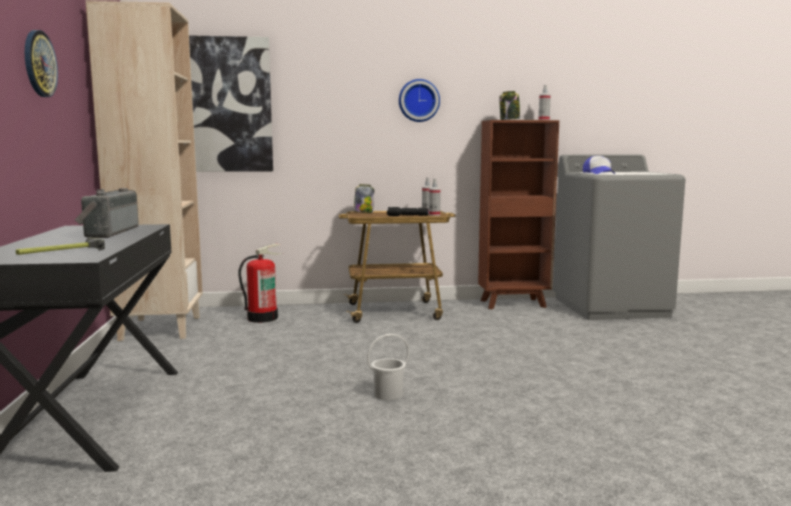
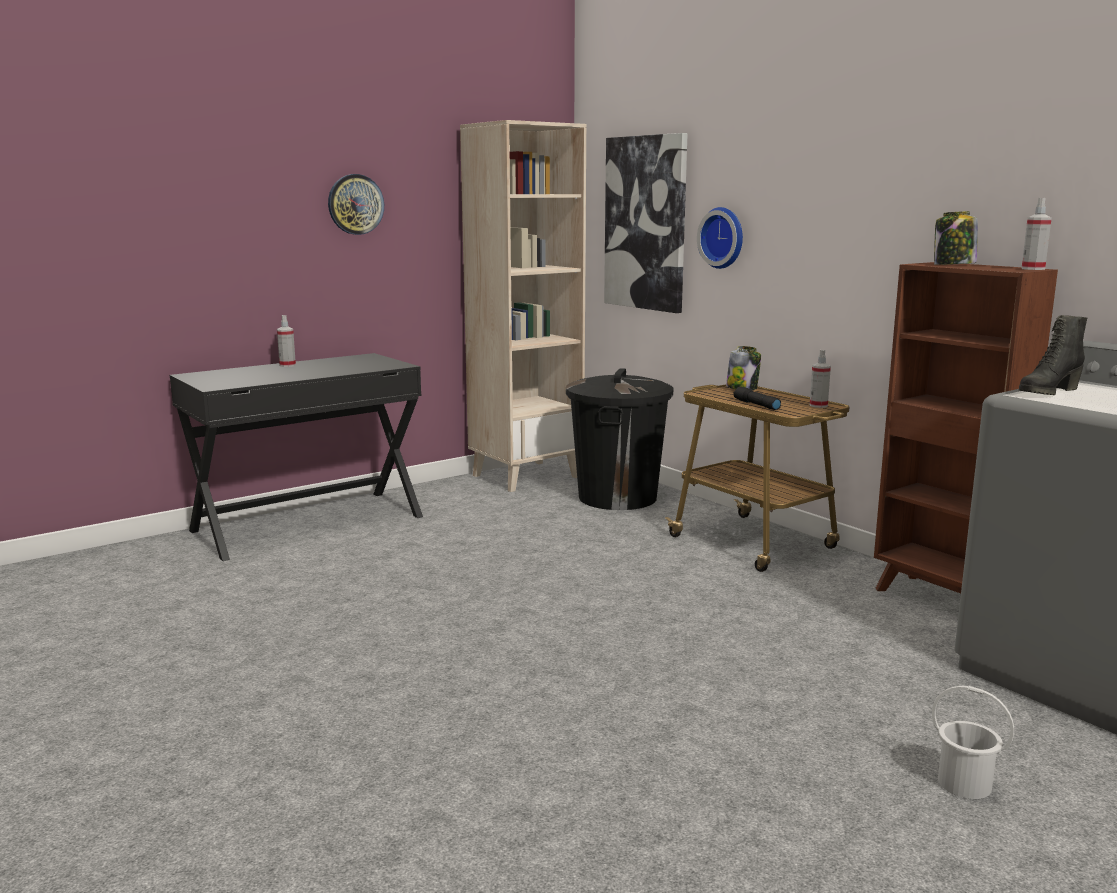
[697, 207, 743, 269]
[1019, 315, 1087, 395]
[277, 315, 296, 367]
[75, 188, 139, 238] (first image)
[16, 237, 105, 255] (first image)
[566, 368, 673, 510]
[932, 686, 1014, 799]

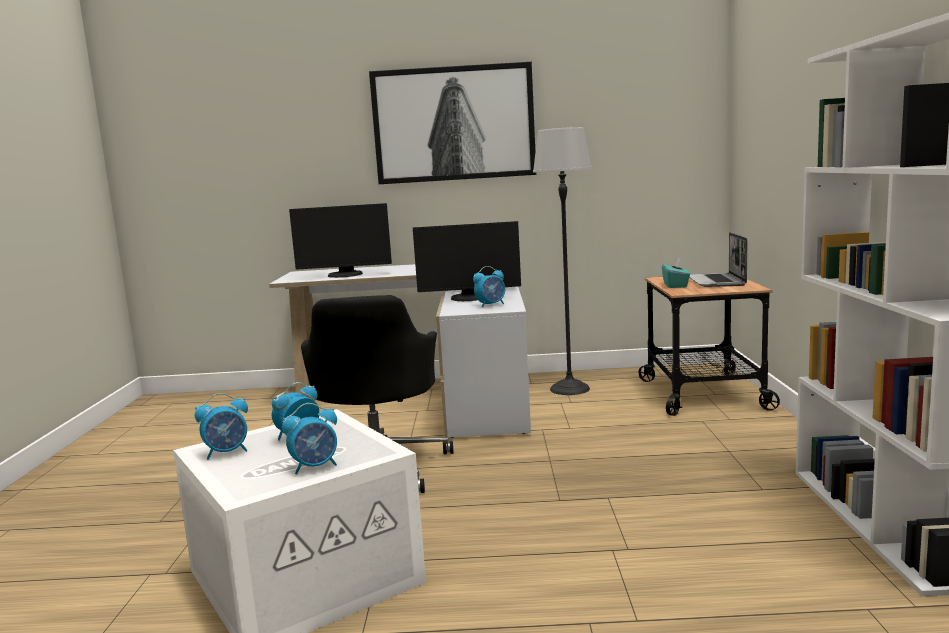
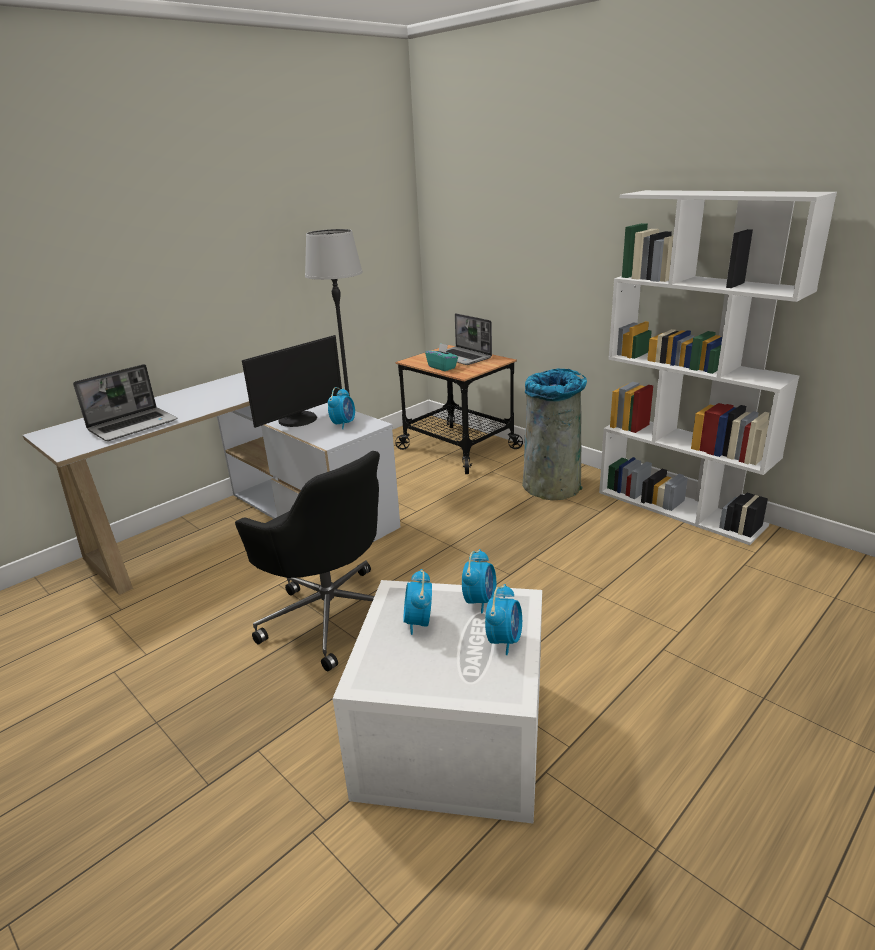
[369, 62, 536, 184] (first image)
[73, 364, 177, 441]
[462, 549, 496, 614]
[522, 368, 587, 500]

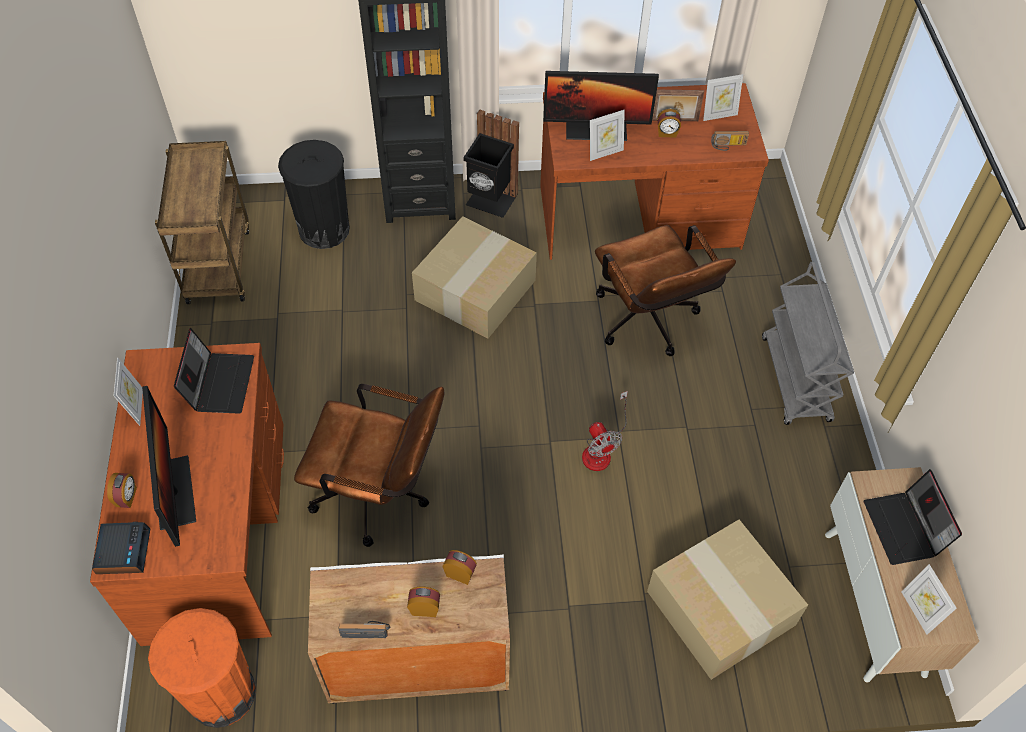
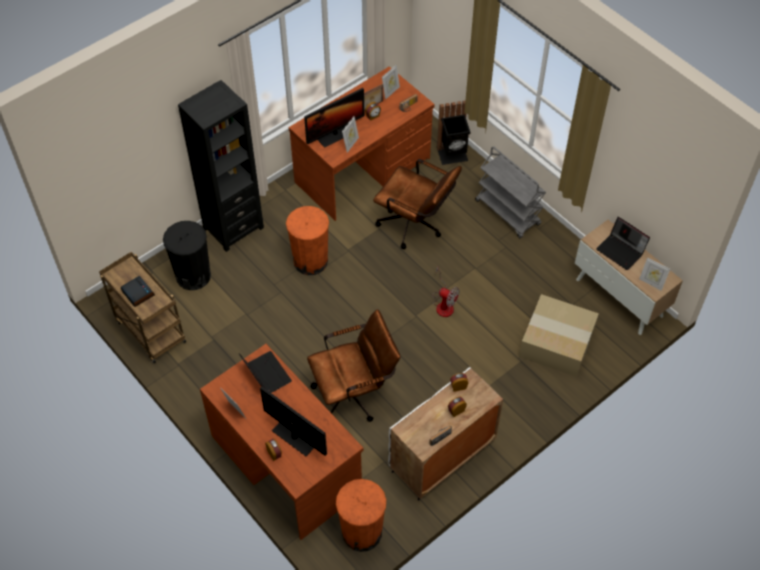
[437, 101, 471, 165]
[286, 206, 329, 275]
[121, 276, 155, 307]

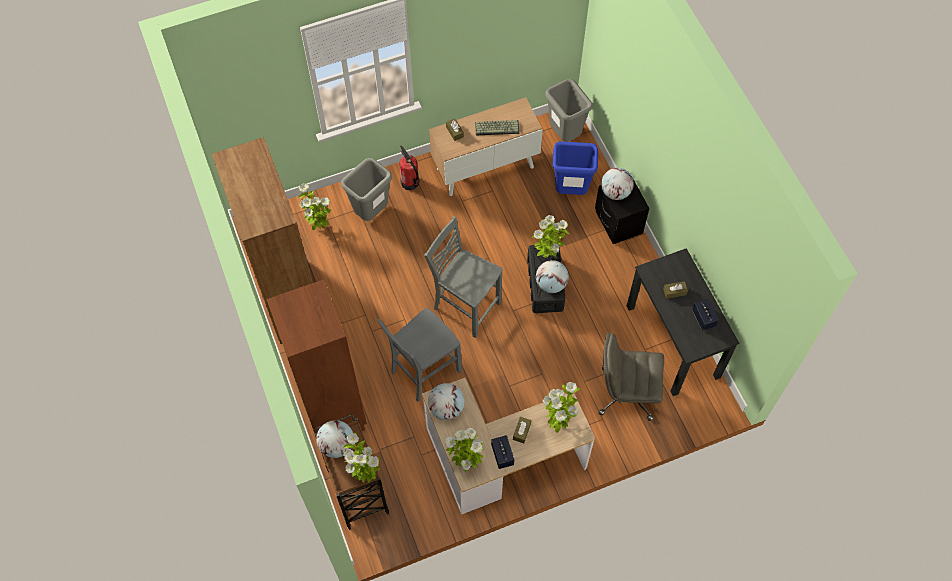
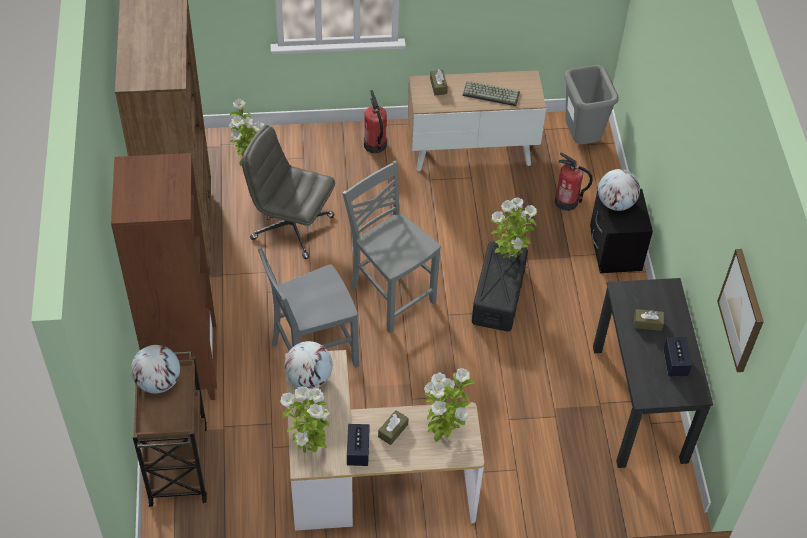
[555, 152, 593, 211]
[341, 158, 392, 221] (first image)
[536, 260, 569, 293] (first image)
[242, 125, 335, 259]
[343, 433, 380, 483] (first image)
[717, 249, 764, 372]

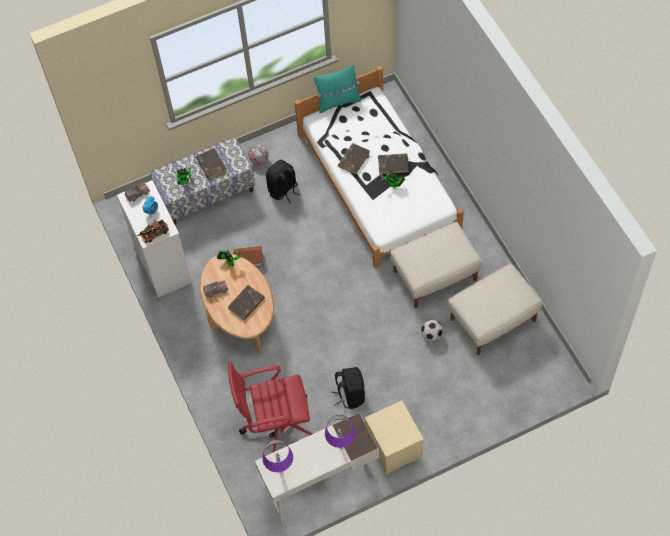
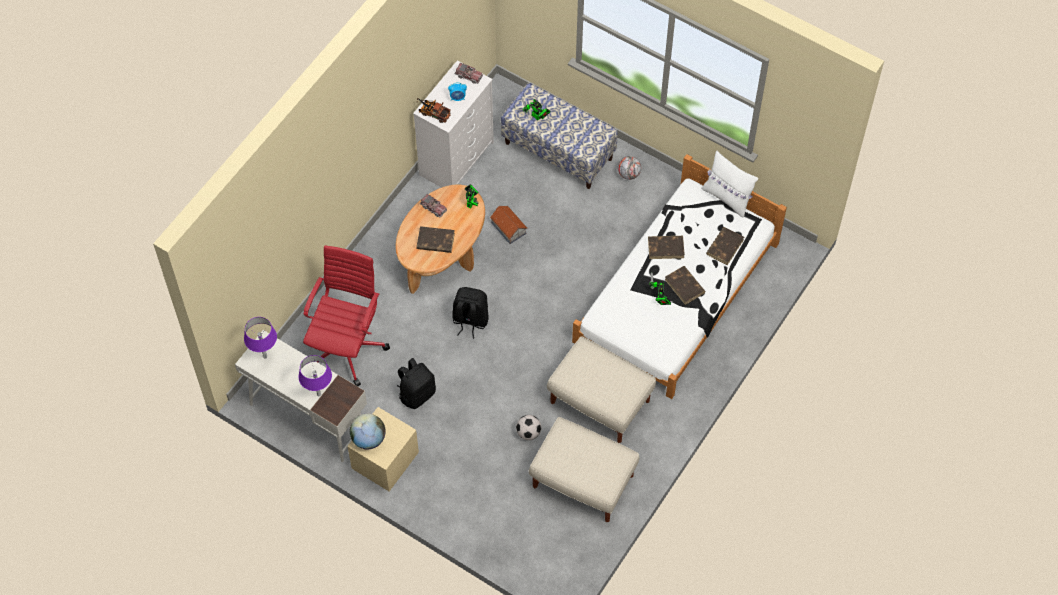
[701, 151, 758, 217]
[706, 227, 744, 265]
[452, 287, 489, 339]
[303, 246, 390, 386]
[350, 414, 386, 449]

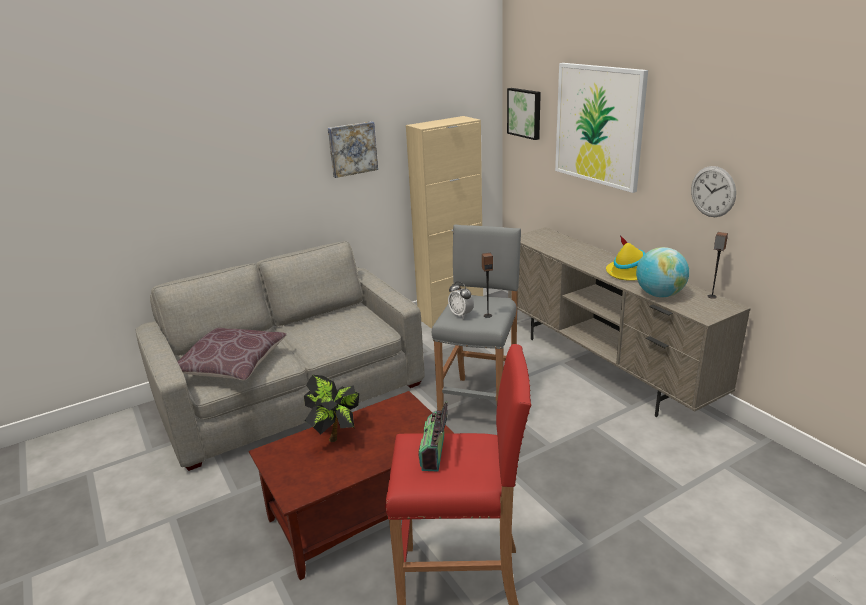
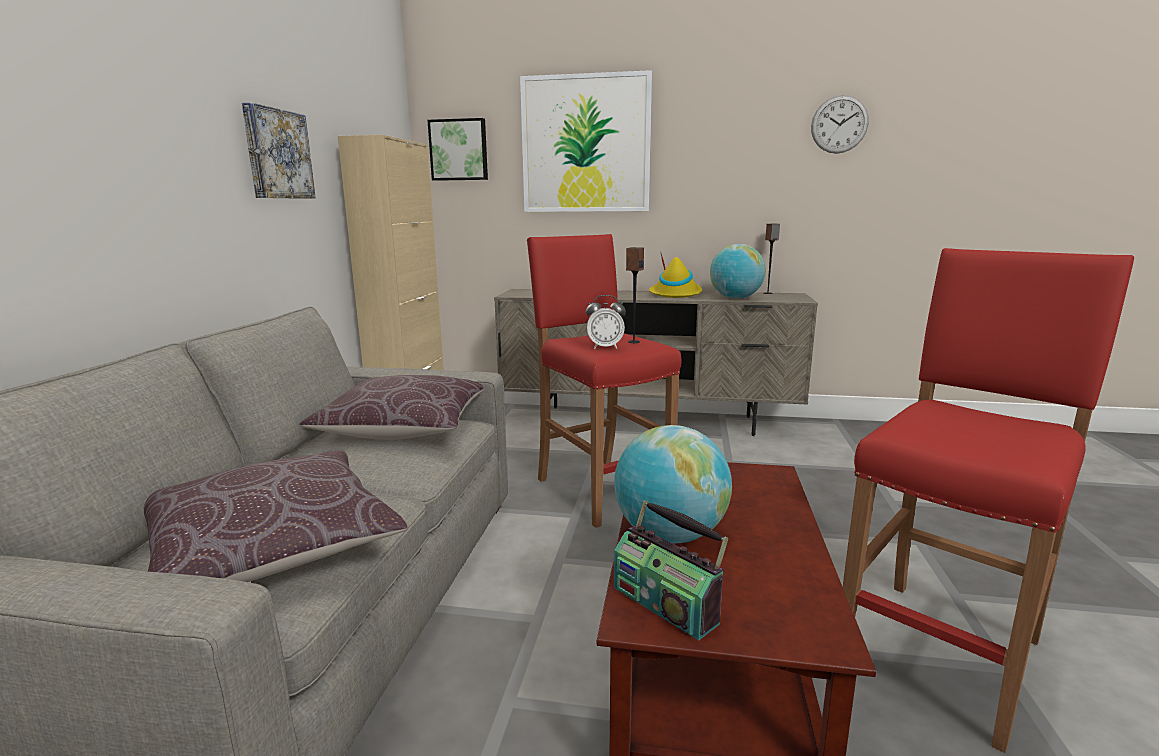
[811, 95, 869, 154]
[527, 234, 682, 528]
[614, 425, 732, 543]
[614, 500, 728, 640]
[300, 375, 484, 440]

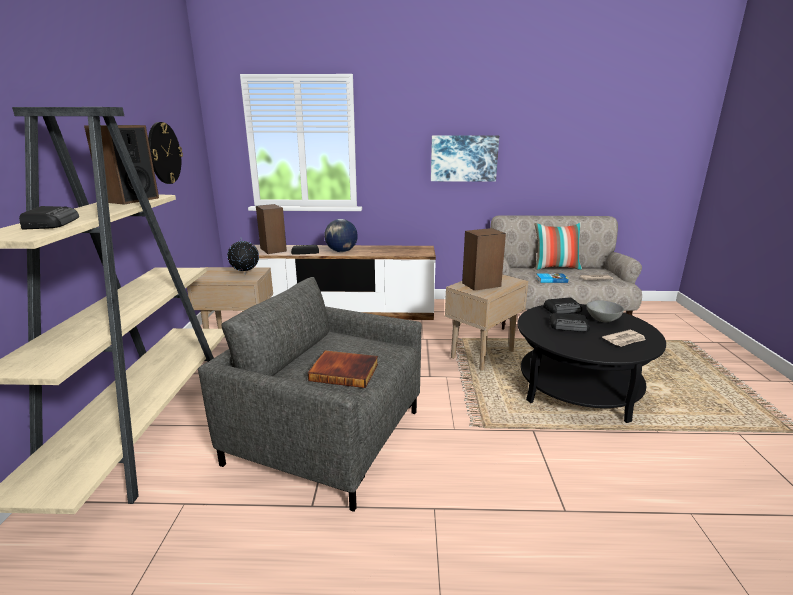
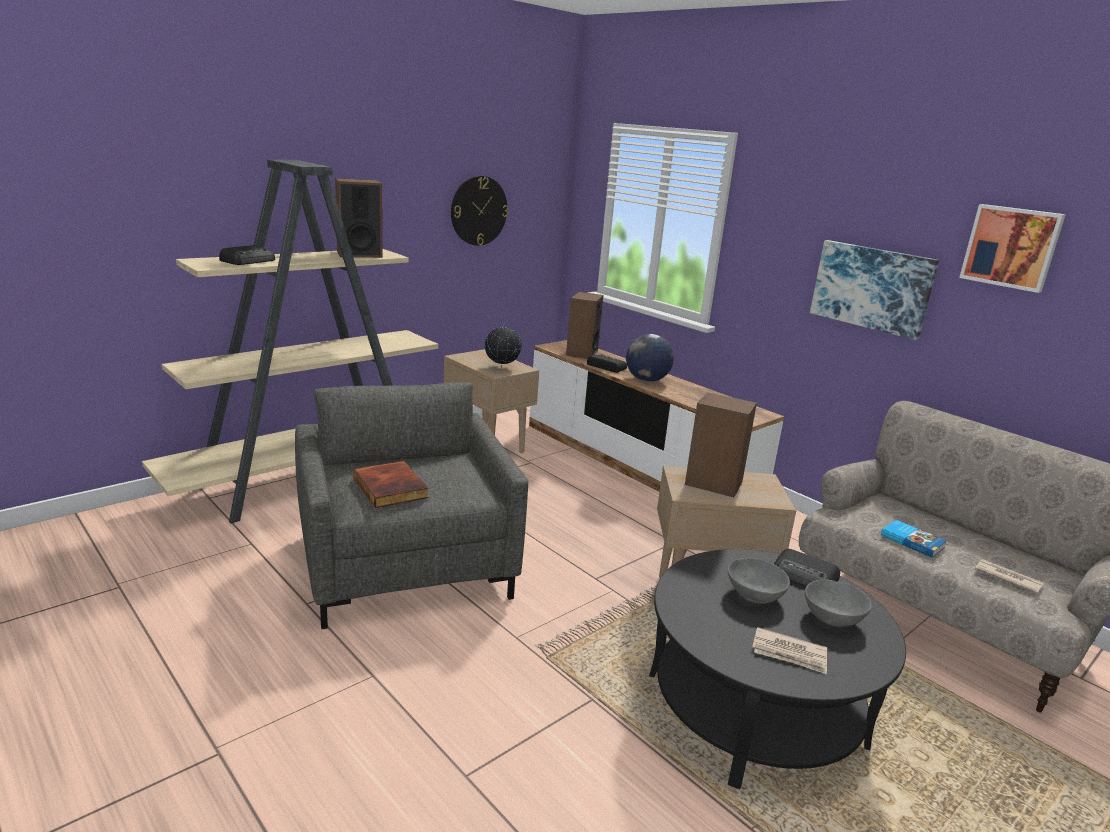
[534, 222, 582, 270] (first image)
[728, 558, 790, 604]
[959, 204, 1066, 293]

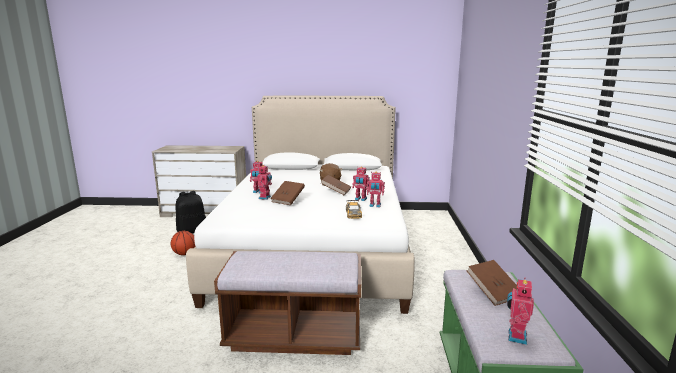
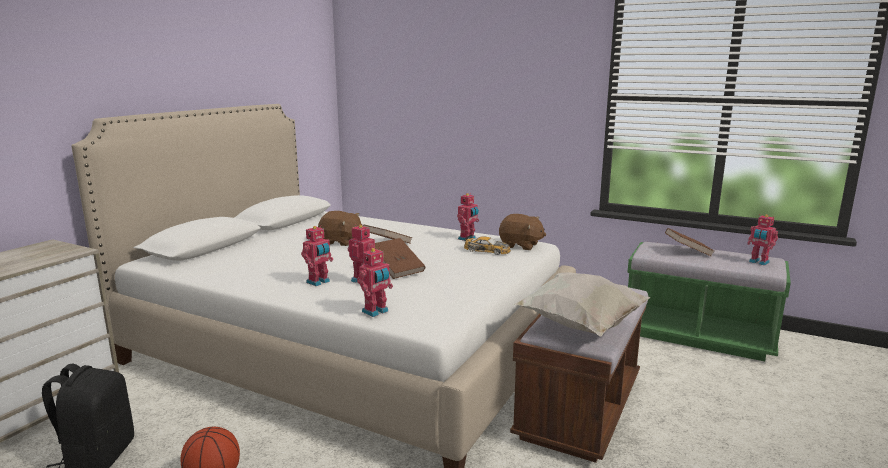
[357, 248, 393, 317]
[499, 214, 546, 250]
[512, 272, 651, 336]

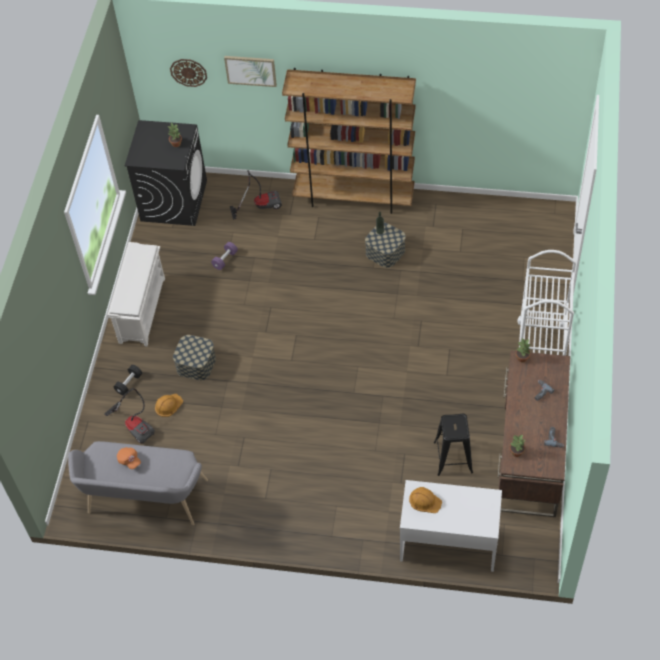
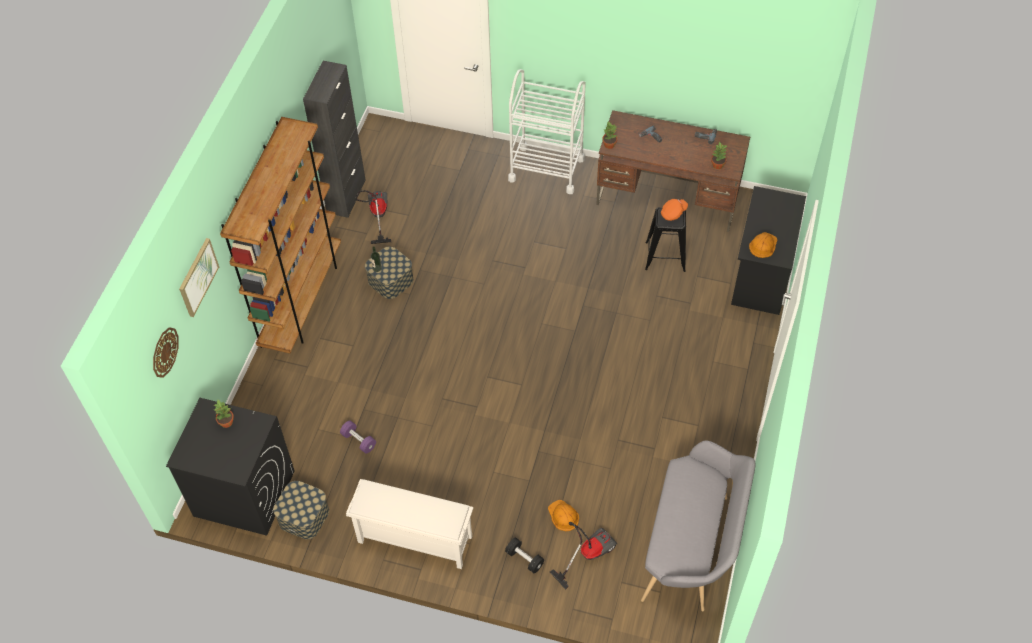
[355, 190, 391, 244]
[273, 481, 329, 539]
[661, 199, 688, 221]
[731, 186, 806, 315]
[303, 61, 366, 218]

